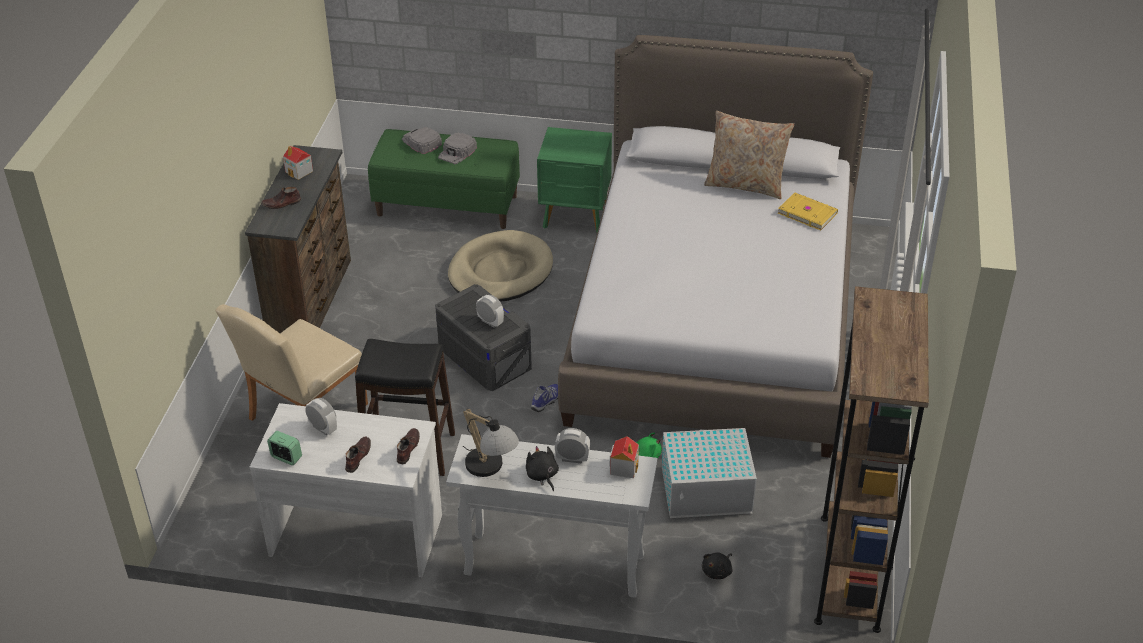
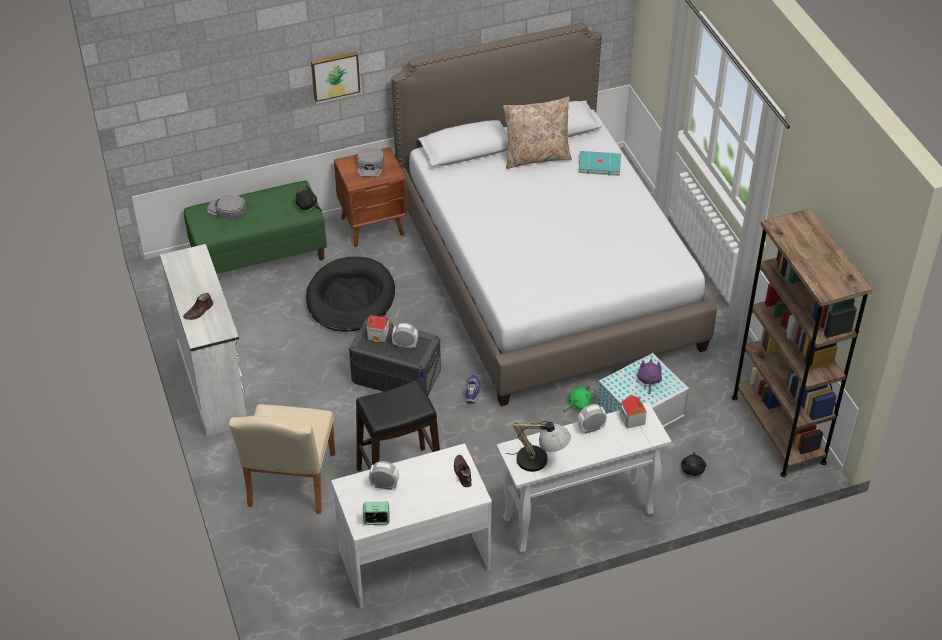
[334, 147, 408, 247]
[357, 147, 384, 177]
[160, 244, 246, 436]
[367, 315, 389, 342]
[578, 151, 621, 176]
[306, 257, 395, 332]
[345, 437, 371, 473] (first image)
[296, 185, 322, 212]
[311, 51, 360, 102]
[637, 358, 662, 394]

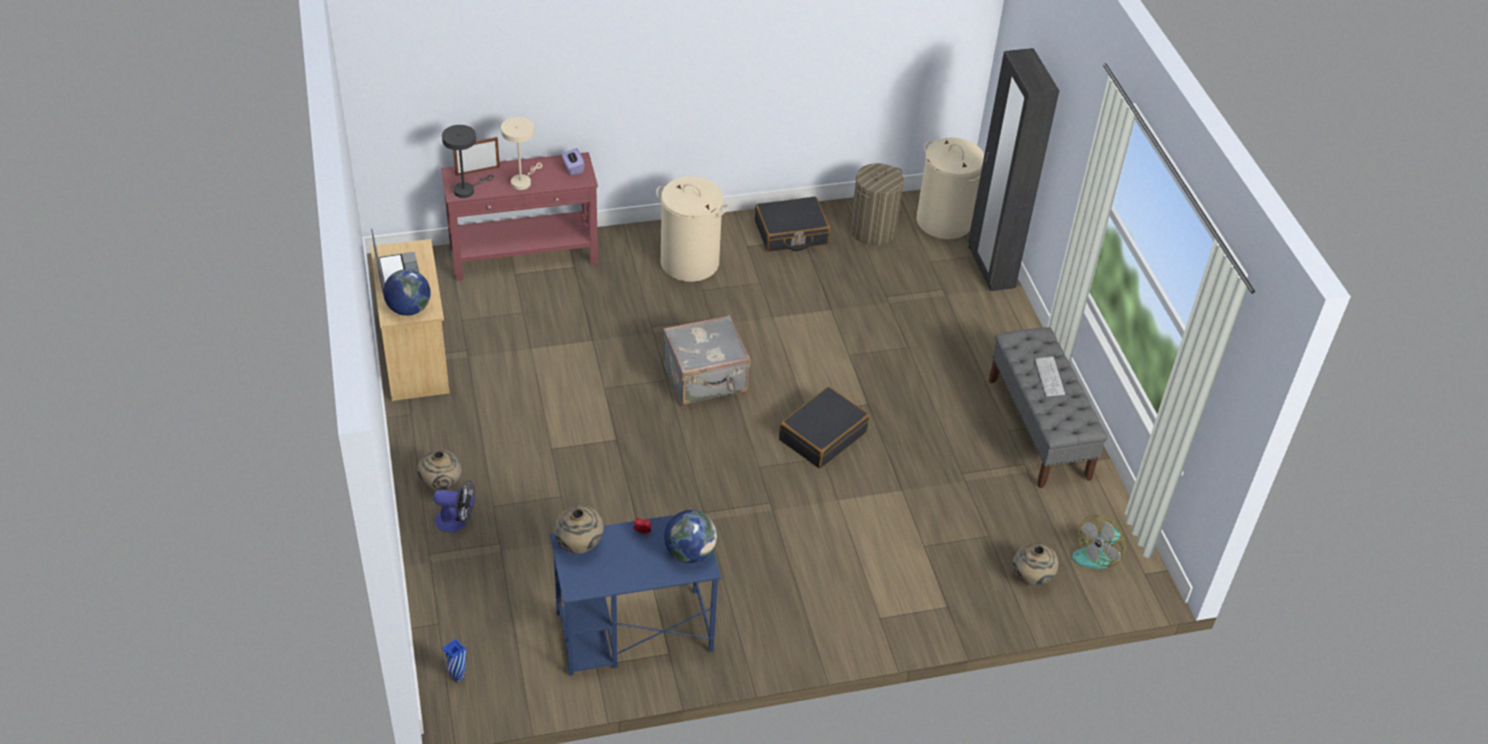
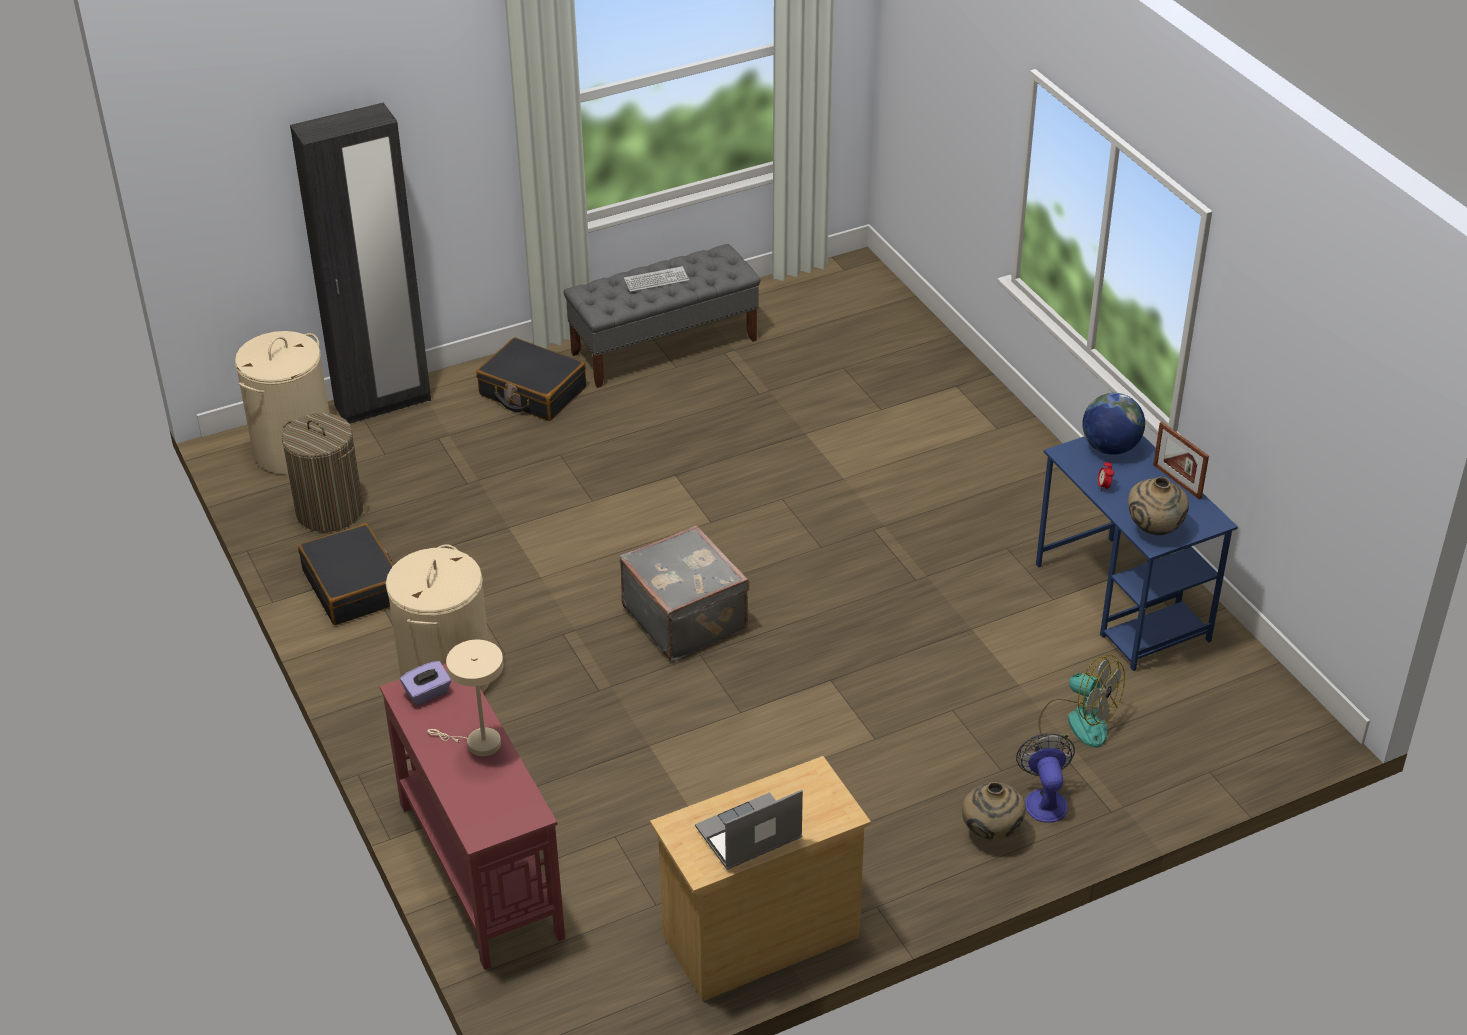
[442, 125, 494, 198] (first image)
[1153, 422, 1209, 500]
[383, 269, 431, 316] (first image)
[476, 338, 586, 421]
[1038, 655, 1125, 748]
[1013, 543, 1059, 586] (first image)
[442, 639, 466, 682] (first image)

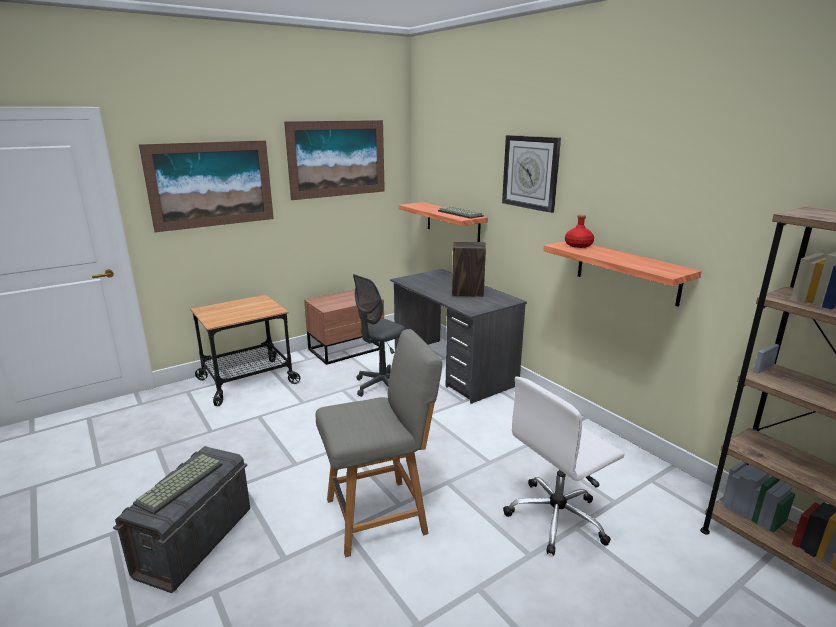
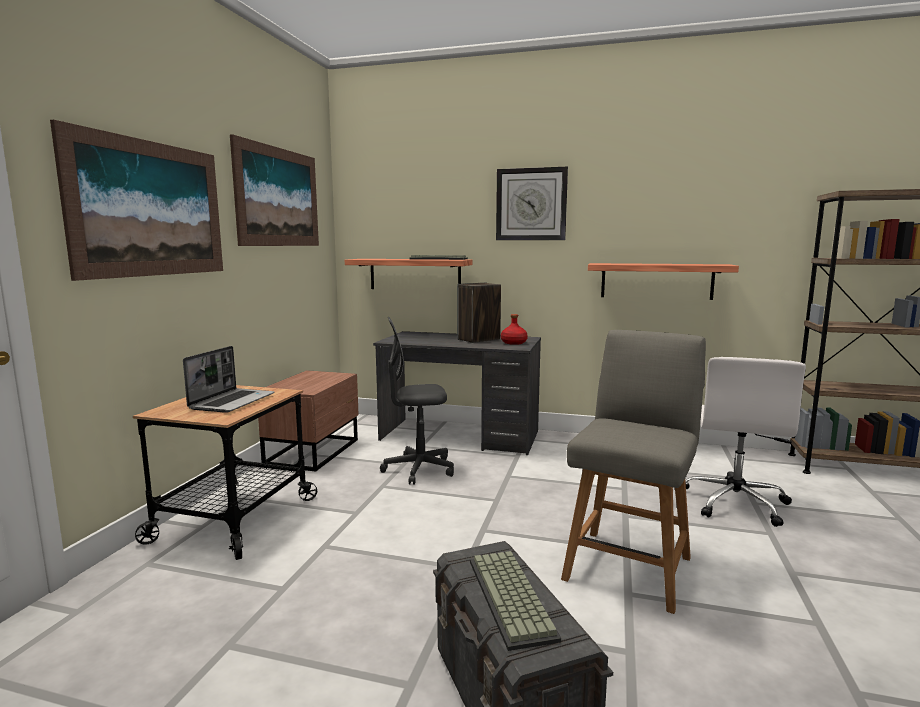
[501, 314, 528, 345]
[380, 317, 454, 485]
[183, 346, 274, 413]

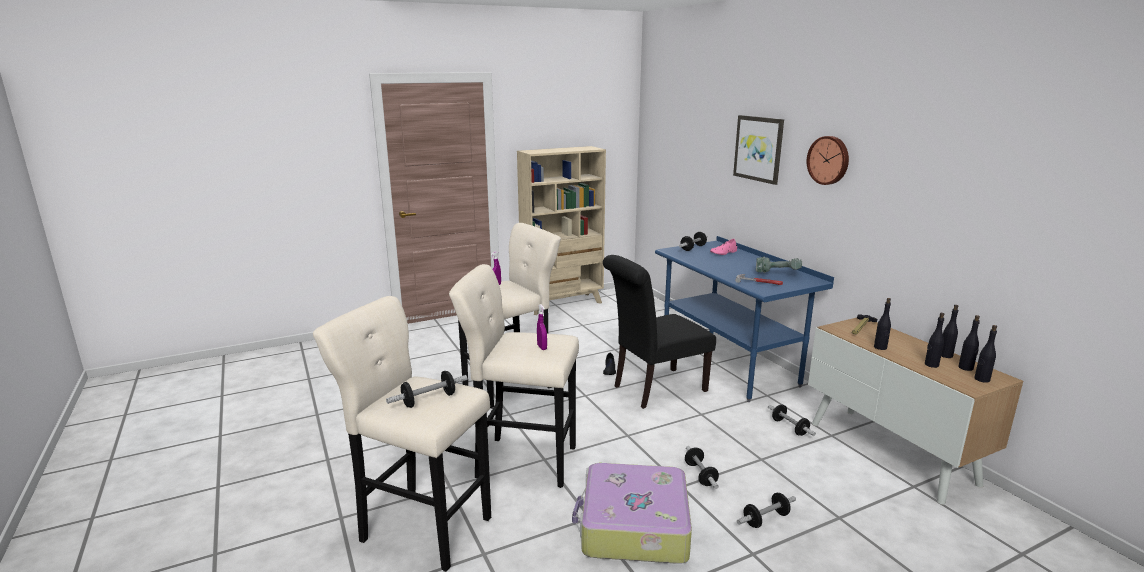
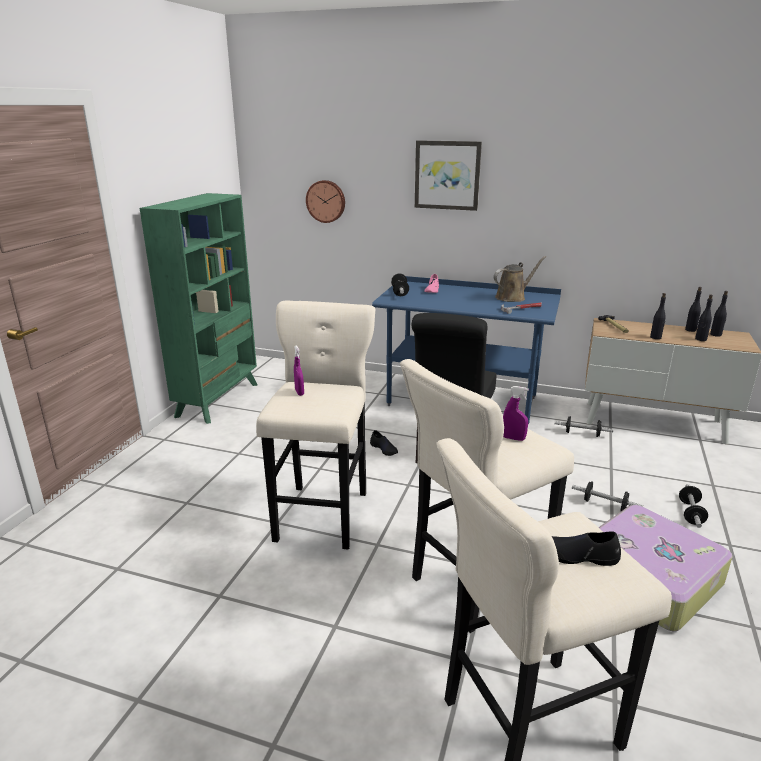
[306, 180, 345, 223]
[140, 193, 258, 424]
[494, 256, 546, 302]
[974, 325, 997, 383] (first image)
[552, 531, 621, 566]

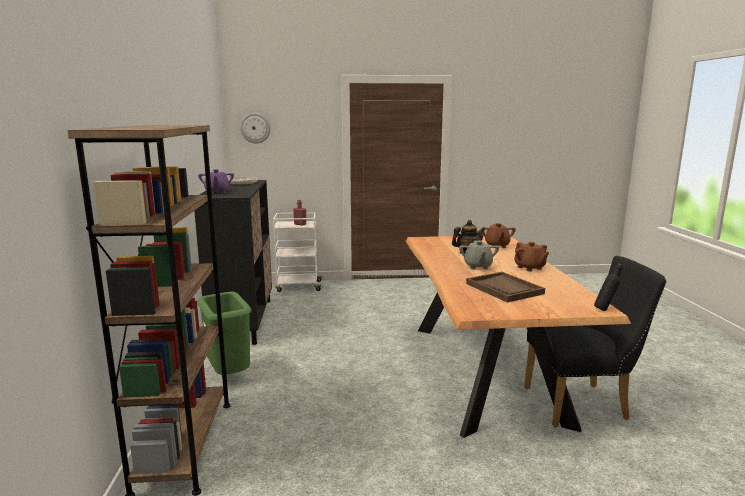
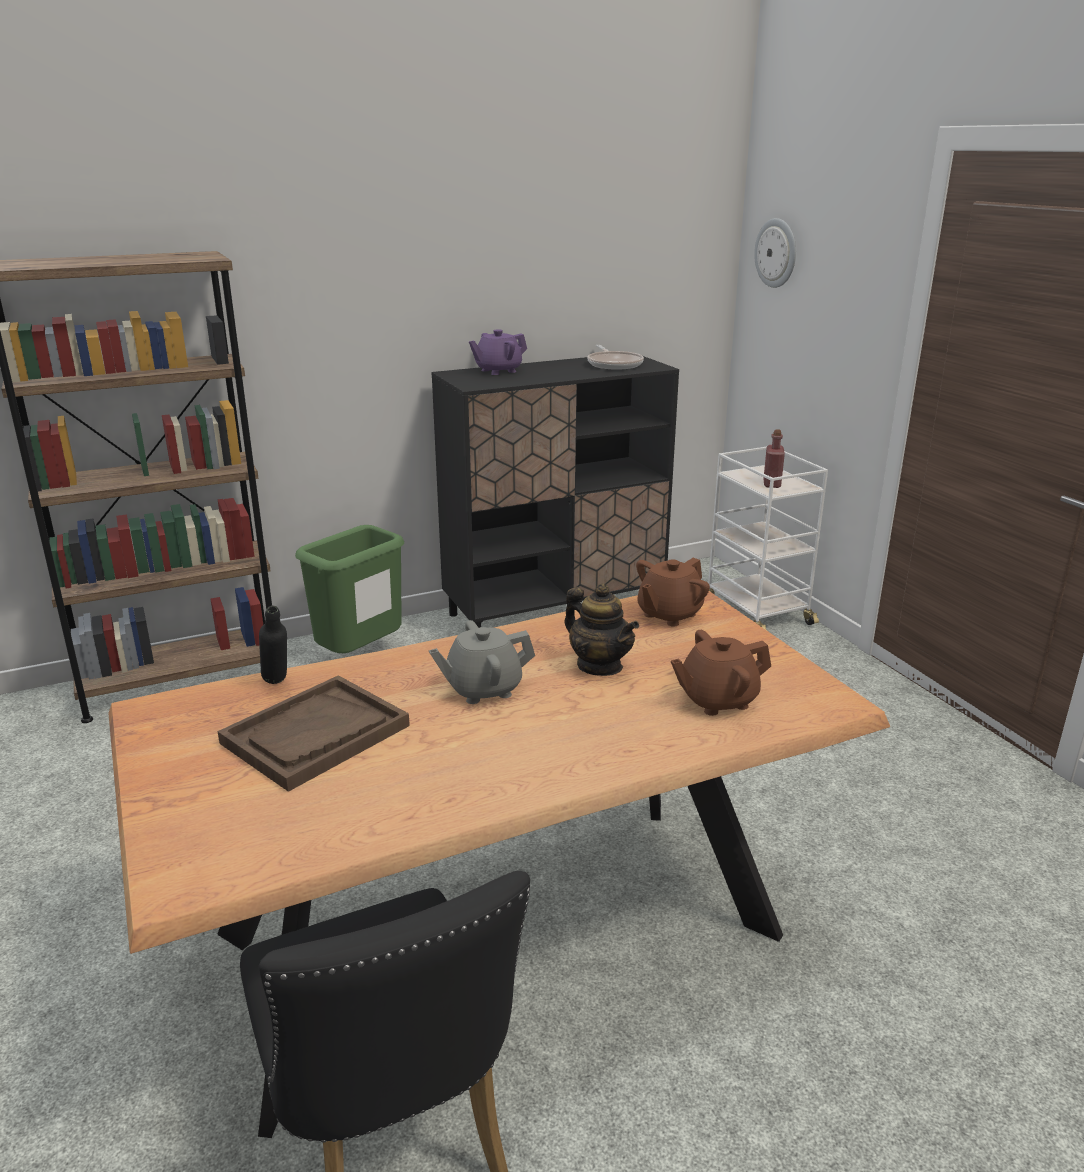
[636, 558, 710, 627]
[259, 606, 287, 684]

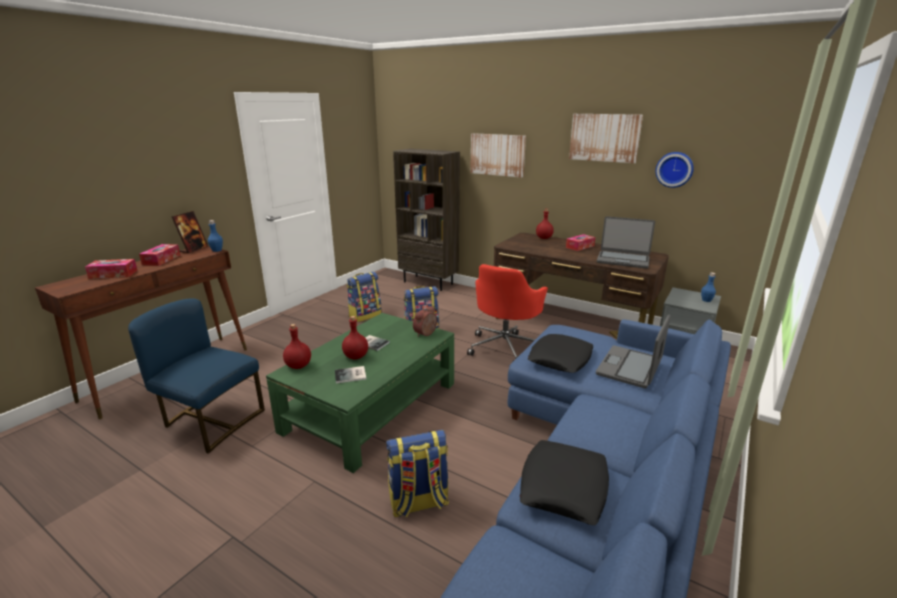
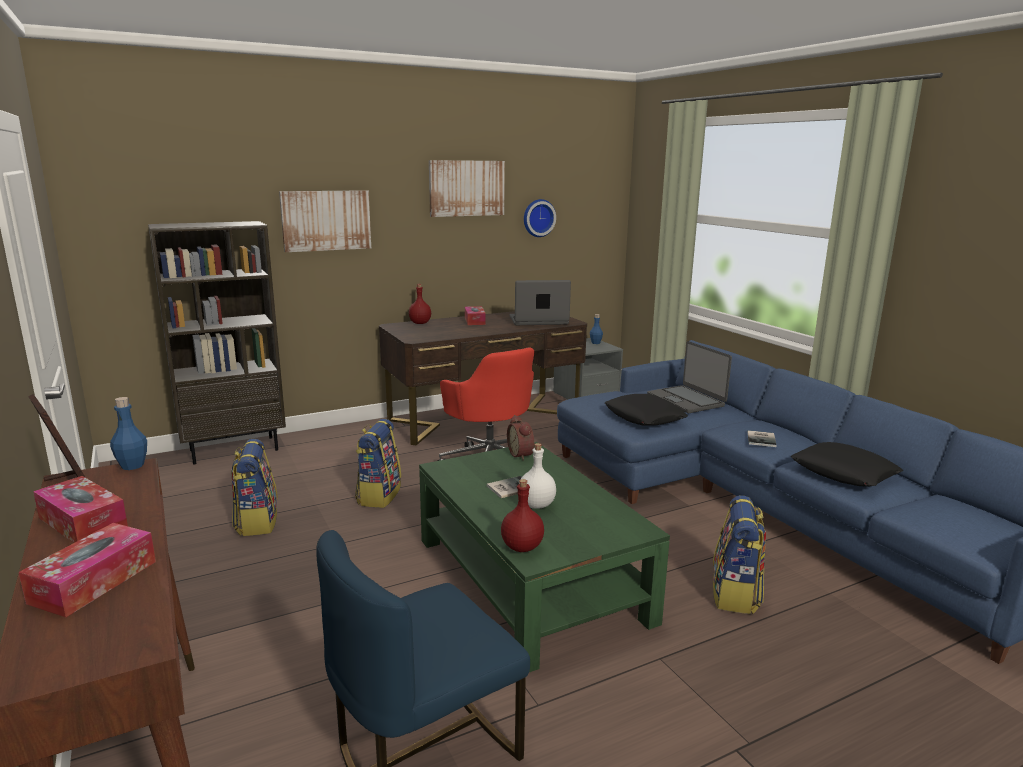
[510, 280, 571, 325]
[520, 443, 556, 509]
[747, 430, 776, 447]

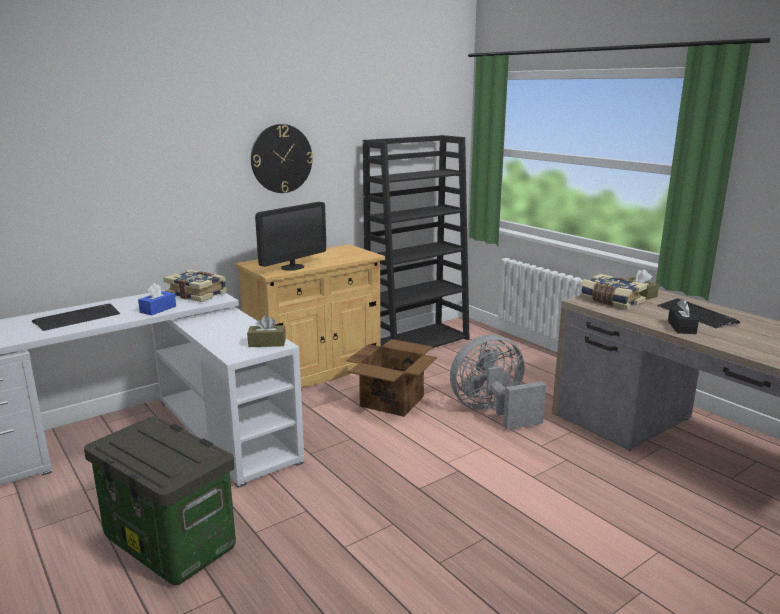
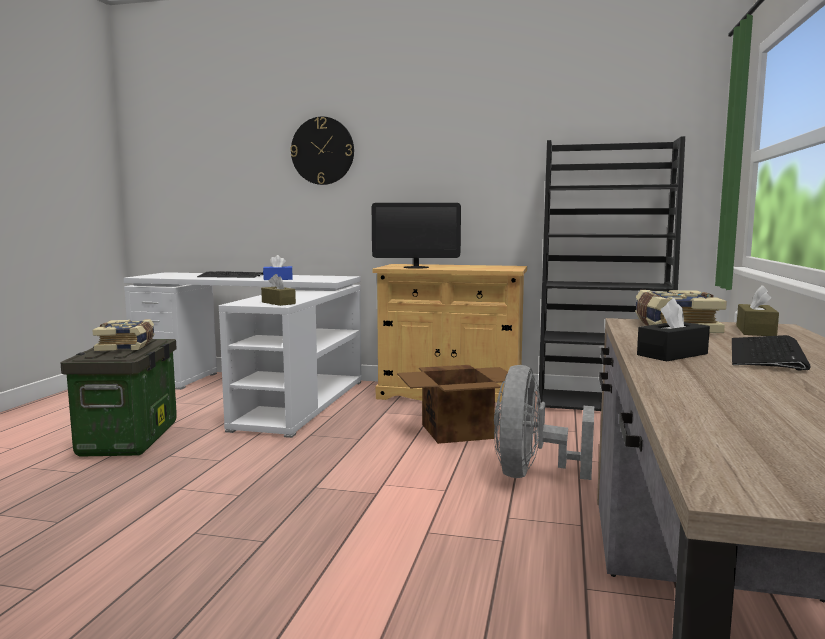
[290, 116, 354, 185]
[92, 319, 155, 351]
[494, 365, 594, 480]

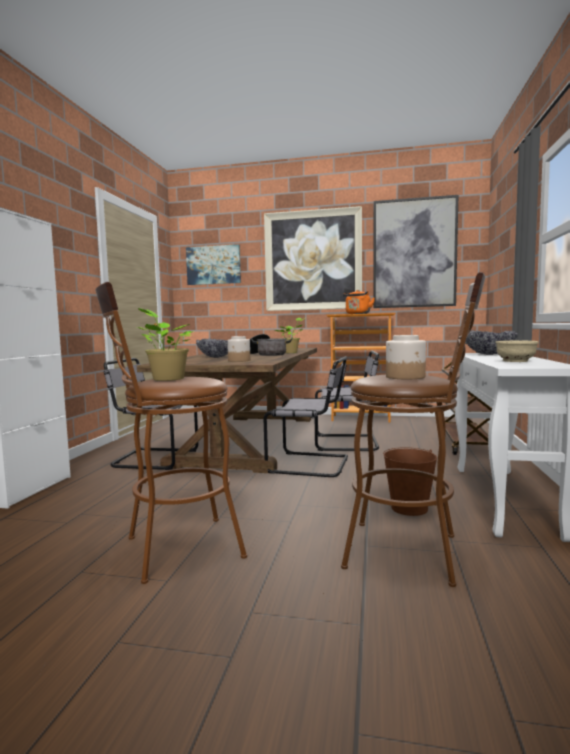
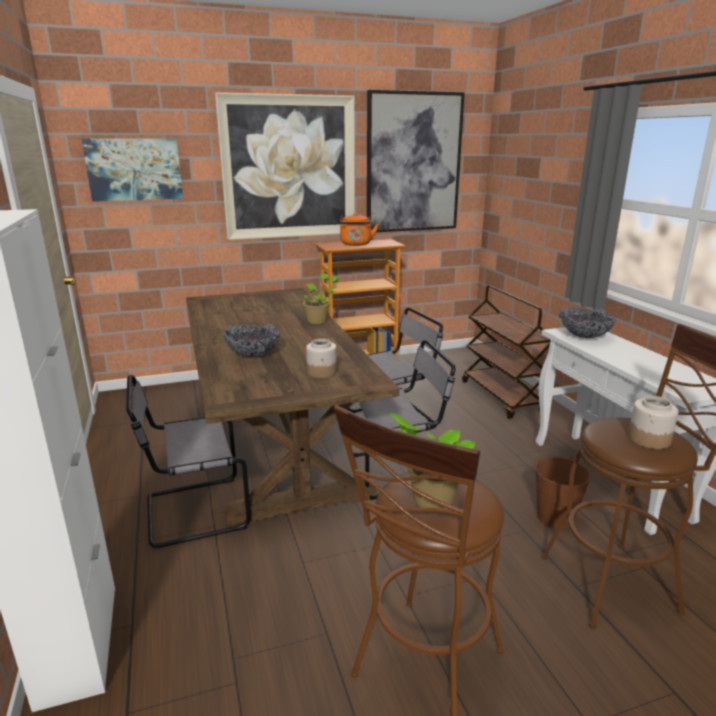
[249, 334, 292, 356] (first image)
[496, 340, 538, 362] (first image)

